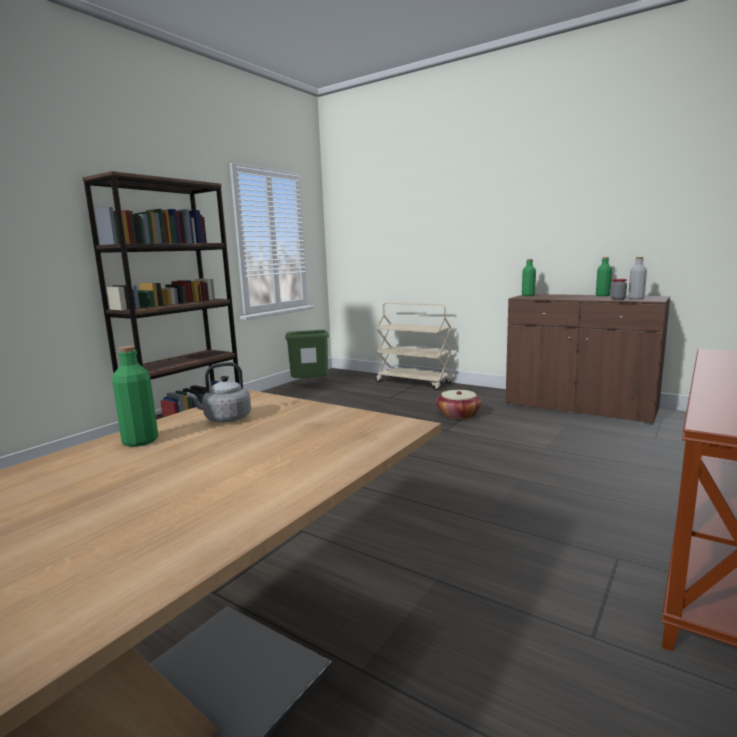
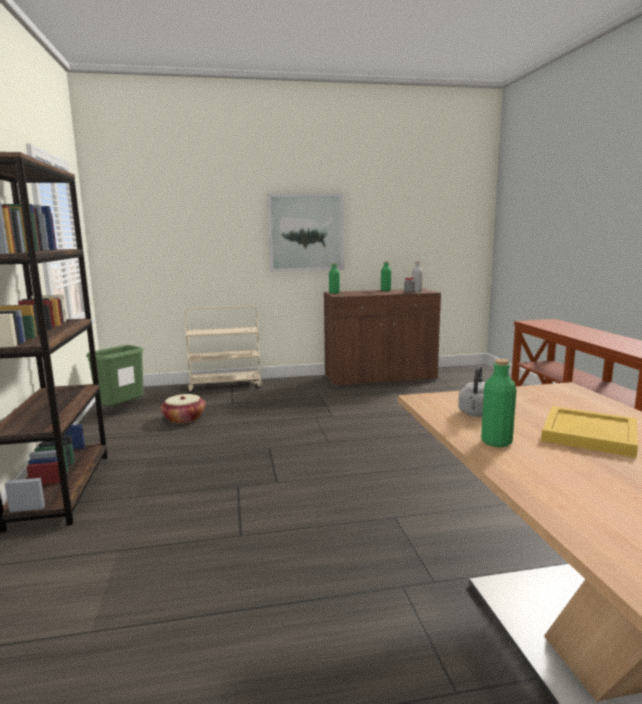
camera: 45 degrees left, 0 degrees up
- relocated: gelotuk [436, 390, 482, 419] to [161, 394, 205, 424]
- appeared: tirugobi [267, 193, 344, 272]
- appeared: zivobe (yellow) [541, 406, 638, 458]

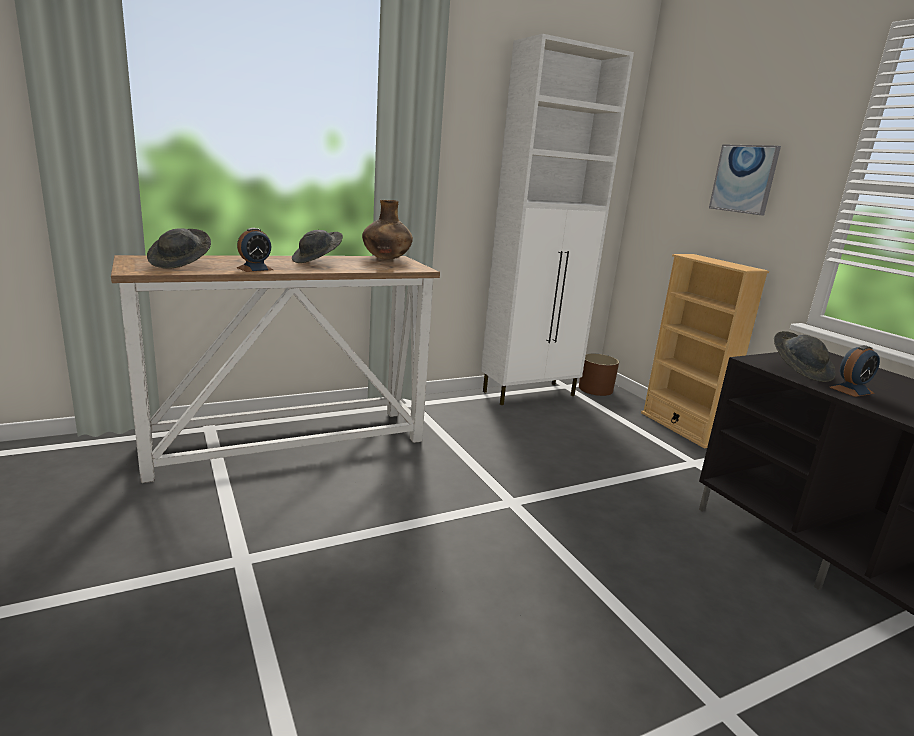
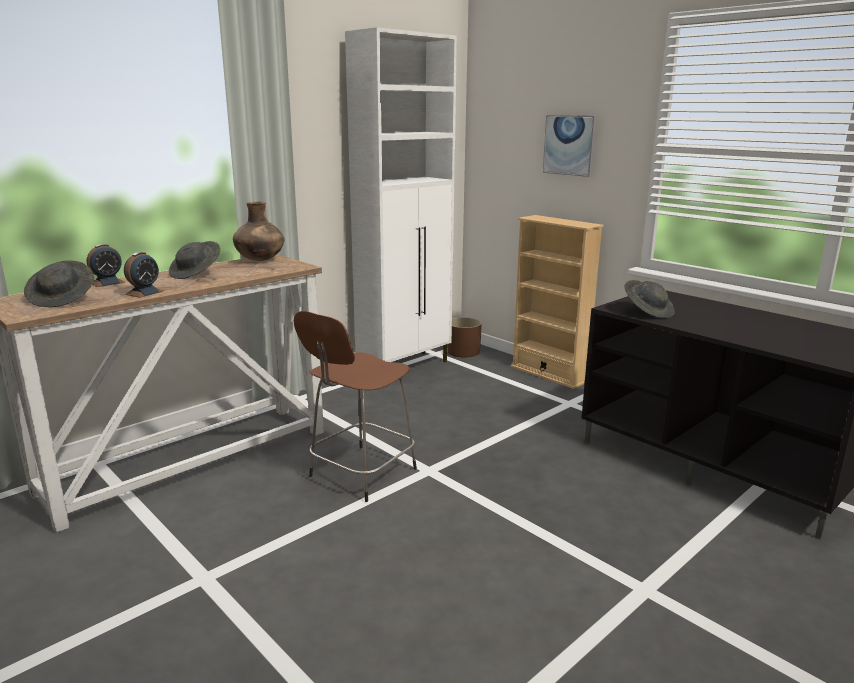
camera: 15 degrees left, 0 degrees up
- relocated: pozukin [829, 345, 880, 397] to [87, 244, 125, 287]
- appeared: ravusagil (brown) [294, 311, 417, 502]

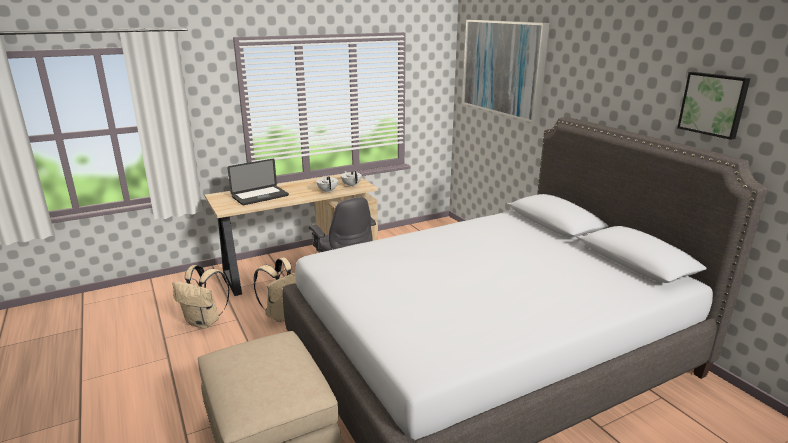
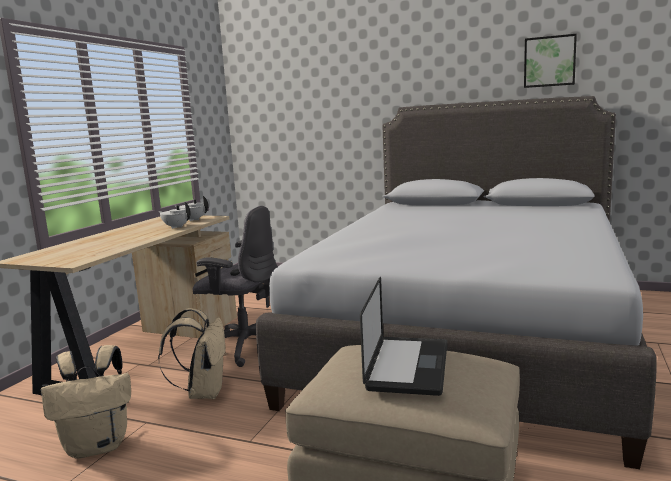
camera: 40 degrees left, 10 degrees down
- missing: tirugobi [462, 20, 549, 123]
- relocated: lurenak [228, 159, 289, 205] to [360, 277, 447, 396]

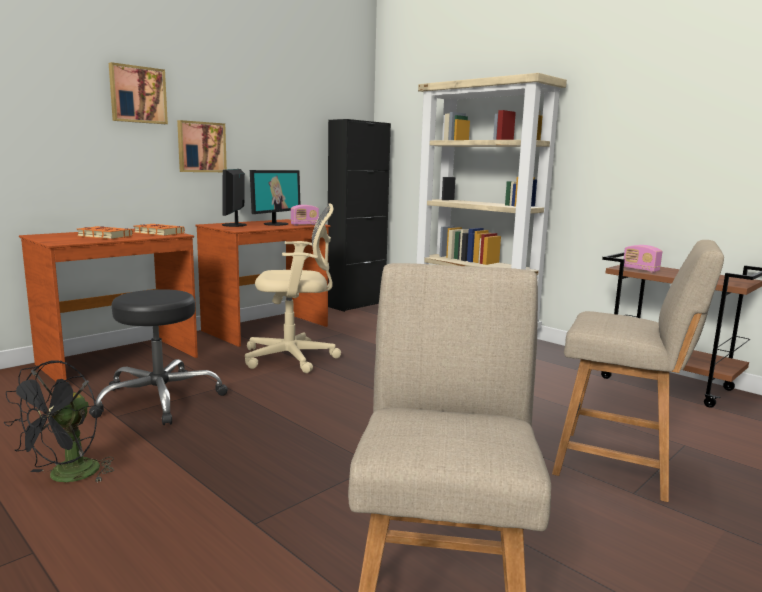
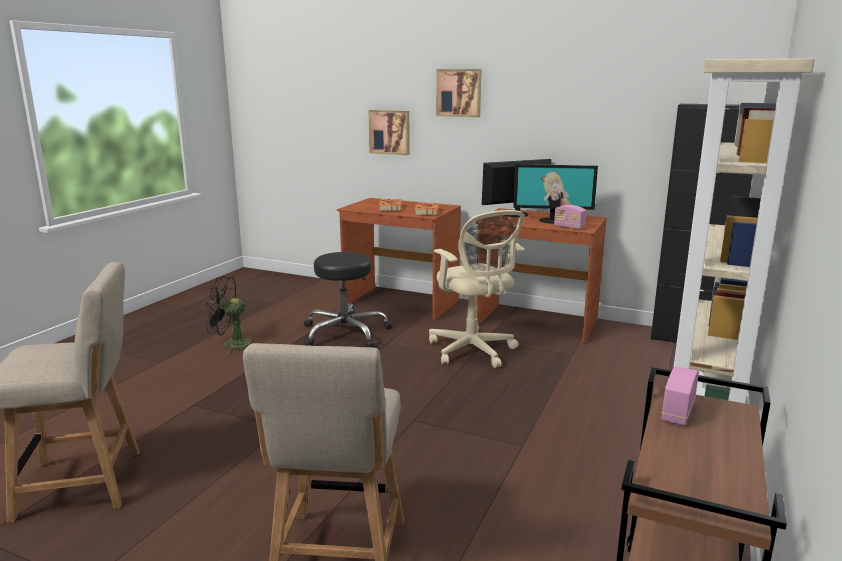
camera: 70 degrees right, 5 degrees up
- relocated: tirugobi [177, 120, 227, 172] to [369, 110, 410, 155]

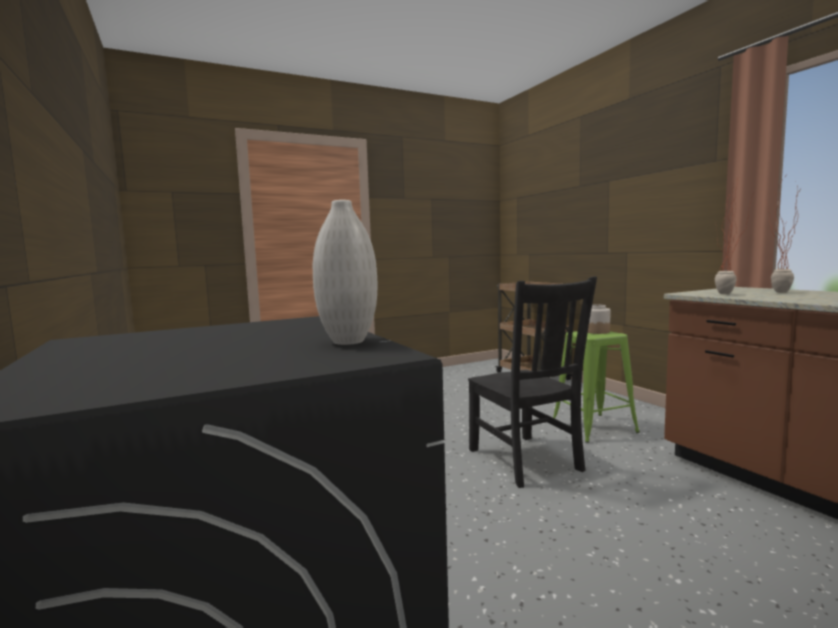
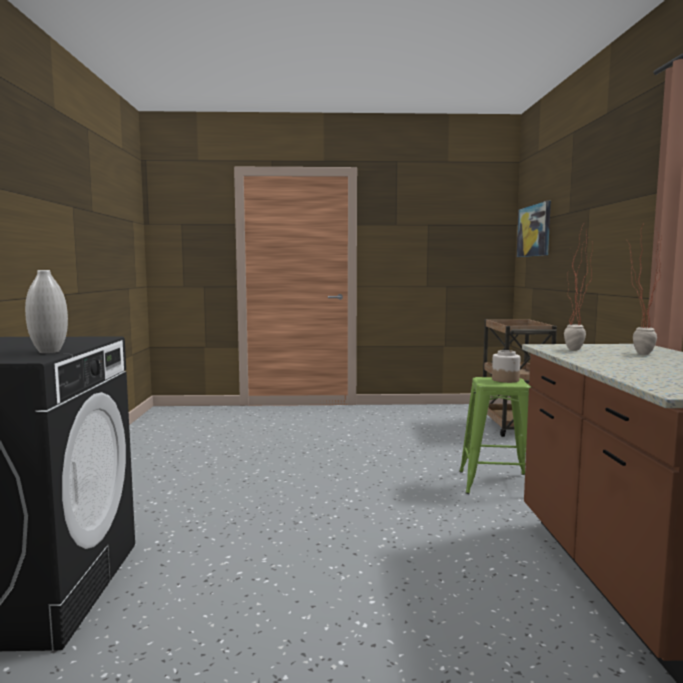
camera: 25 degrees right, 0 degrees up
- missing: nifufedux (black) [468, 276, 597, 488]
- appeared: tirugobi [517, 201, 551, 257]

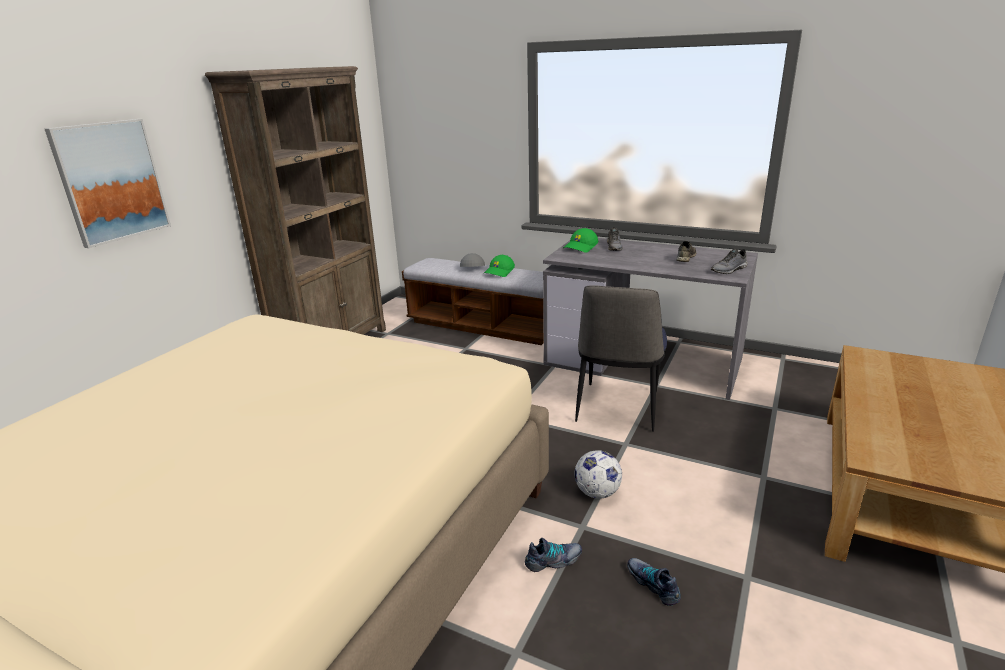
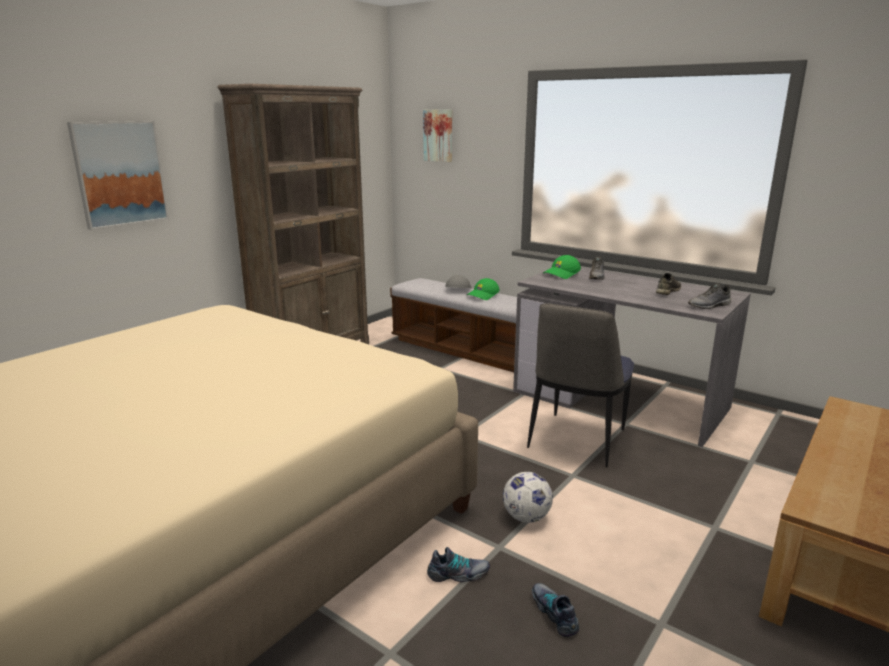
camera: 10 degrees right, 5 degrees down
- appeared: tirugobi [423, 110, 452, 162]

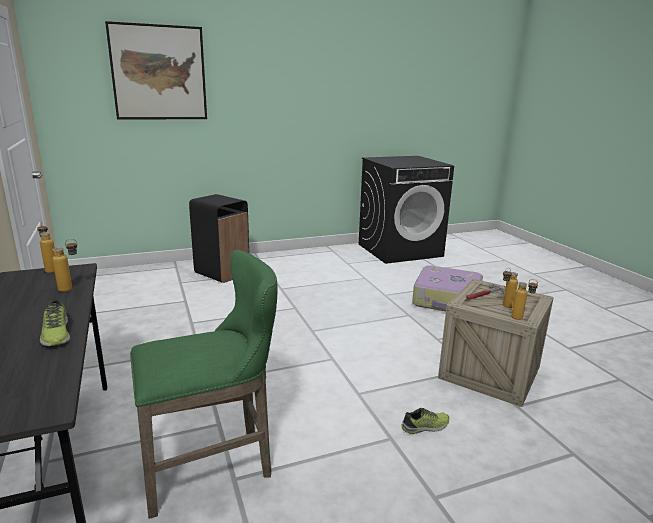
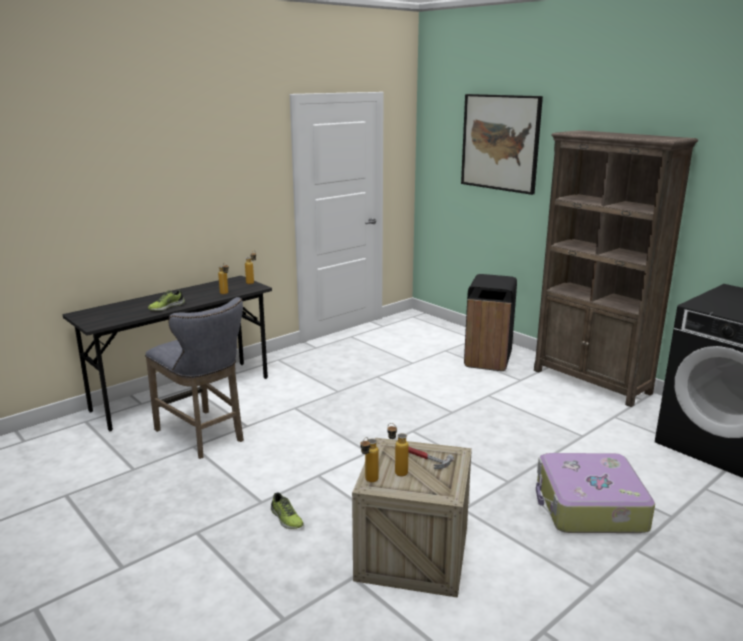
camera: 70 degrees right, 0 degrees up
- colour: ravusagil (green) [130, 250, 278, 519] to ravusagil (grey) [145, 297, 244, 459]
- appeared: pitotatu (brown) [534, 130, 698, 407]

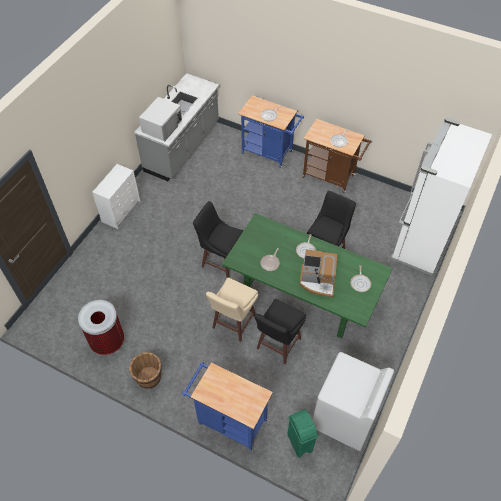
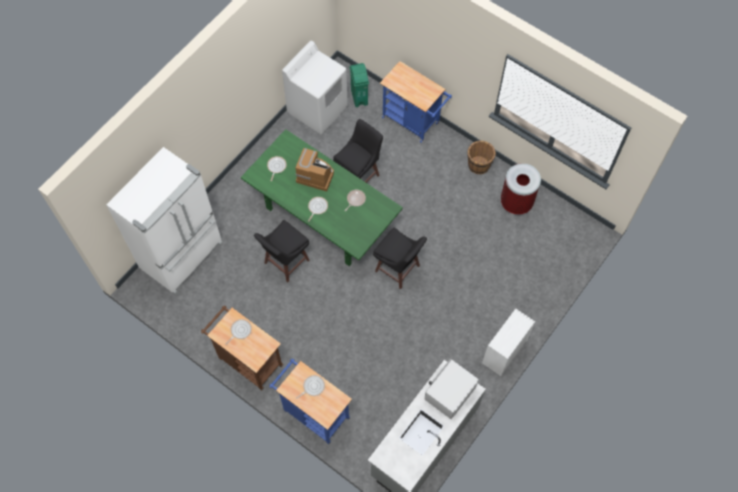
camera: 170 degrees left, 10 degrees up
- missing: ravusagil (beige) [206, 278, 258, 342]

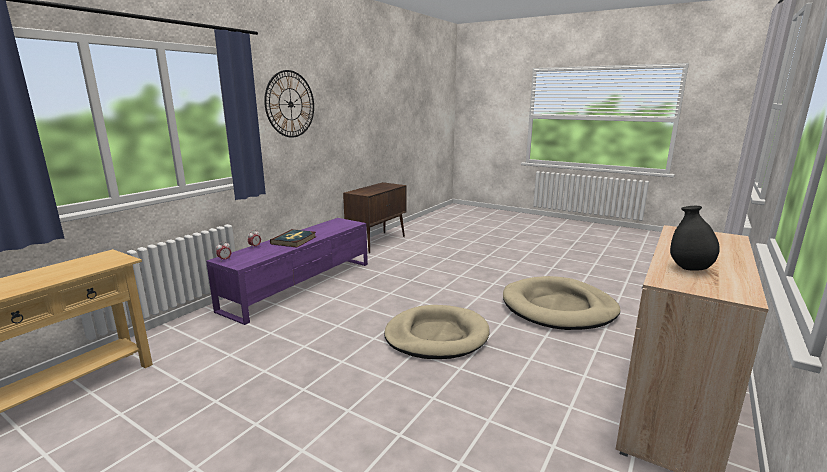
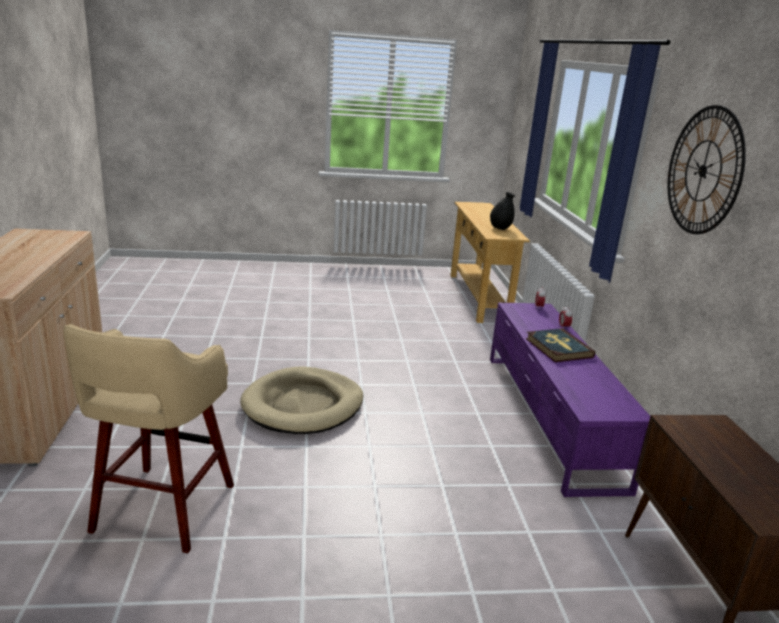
camera: 140 degrees right, 5 degrees up
- relocated: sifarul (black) [670, 206, 720, 271] to [490, 192, 515, 230]
- exchanged: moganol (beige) [503, 276, 620, 330] to ravusagil (beige) [63, 324, 234, 553]

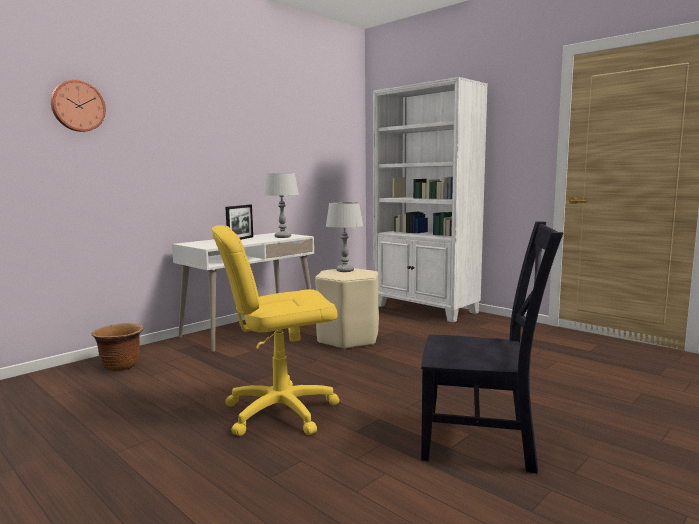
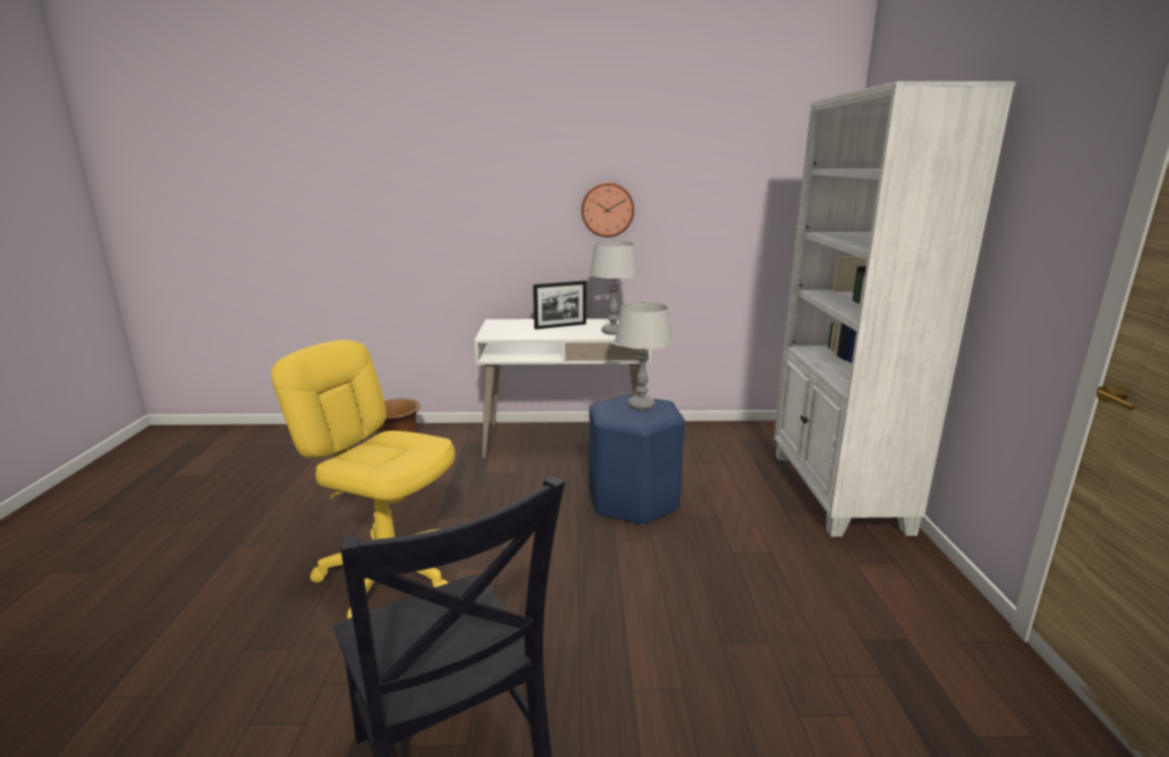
camera: 45 degrees right, 10 degrees up
- relocated: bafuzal [51, 80, 106, 132] to [581, 182, 634, 237]
- colour: ravusagil (beige) [315, 268, 379, 350] to ravusagil (blue) [588, 395, 685, 526]

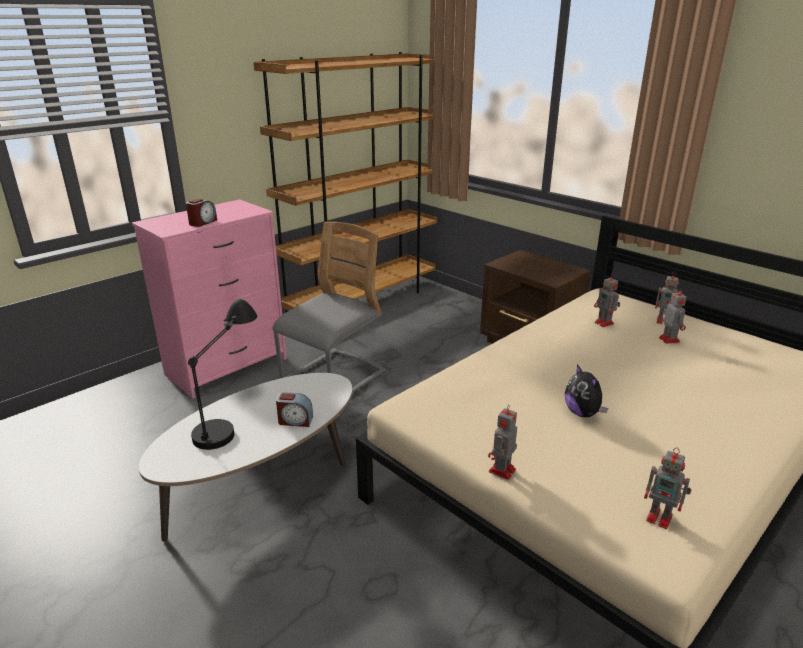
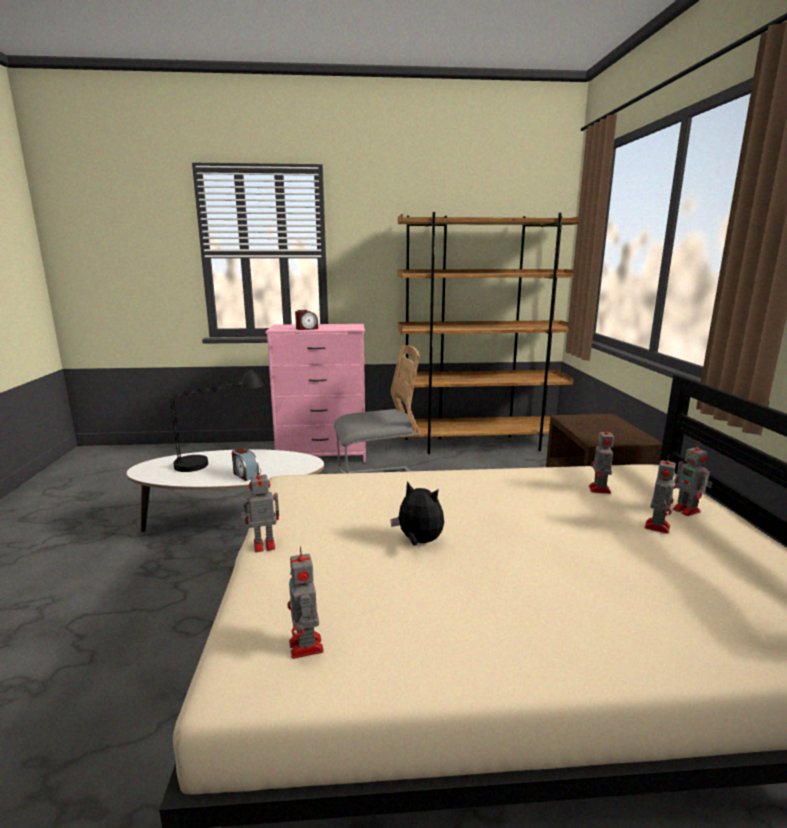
camera: 40 degrees right, 10 degrees down
- spun: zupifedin [565, 364, 608, 417] = [390, 481, 444, 546] 105 degrees clockwise

